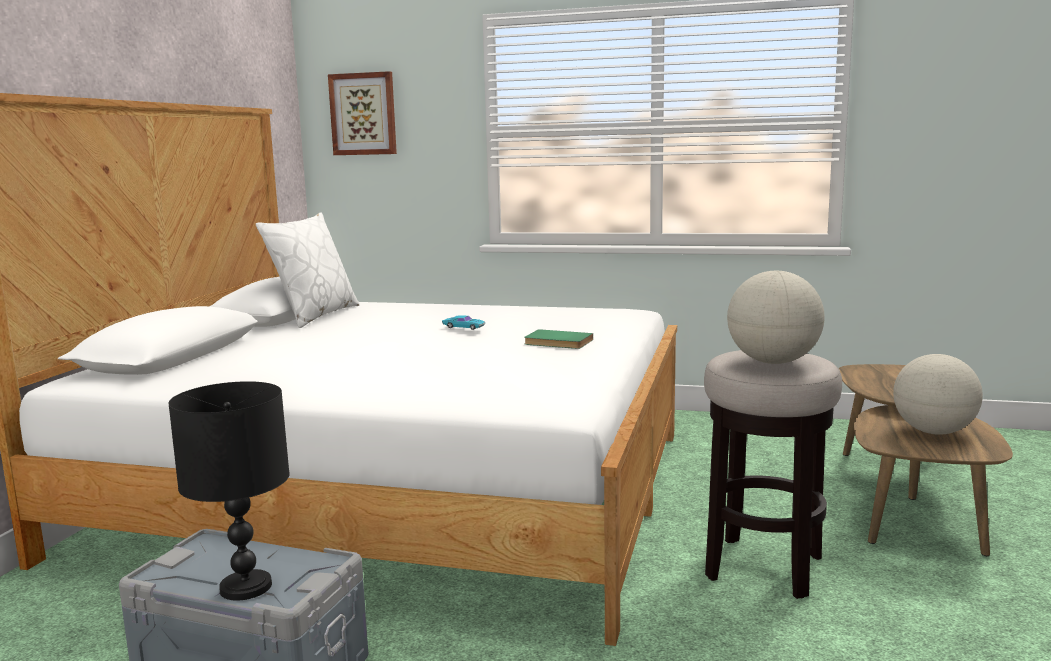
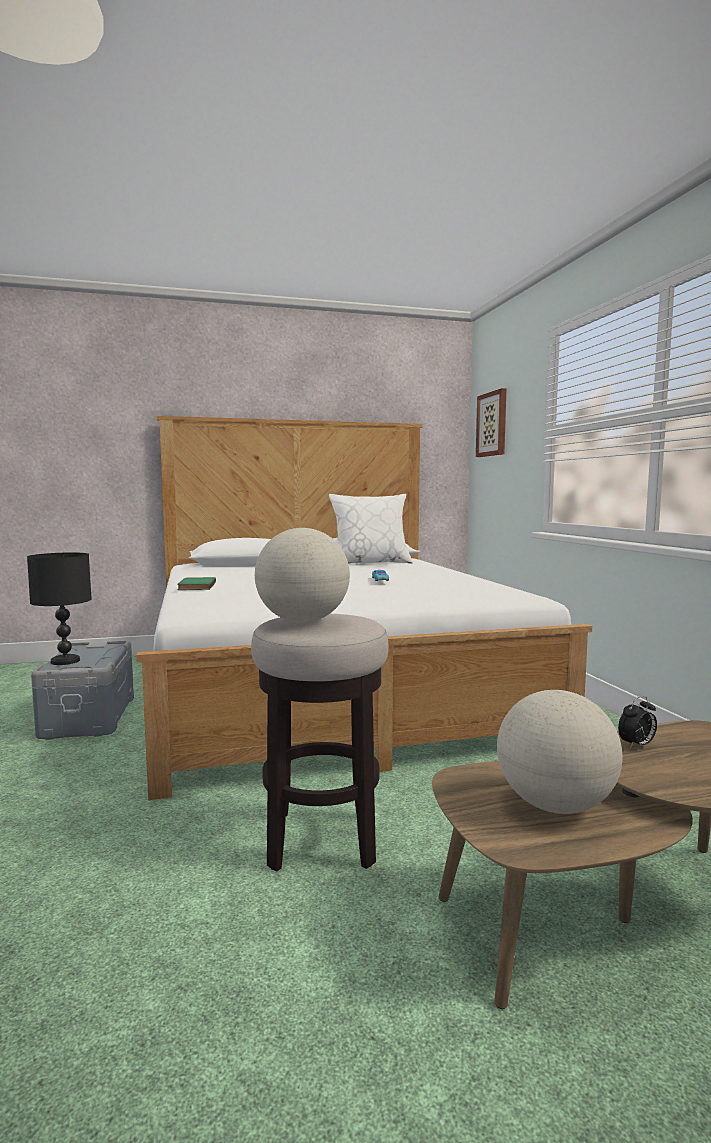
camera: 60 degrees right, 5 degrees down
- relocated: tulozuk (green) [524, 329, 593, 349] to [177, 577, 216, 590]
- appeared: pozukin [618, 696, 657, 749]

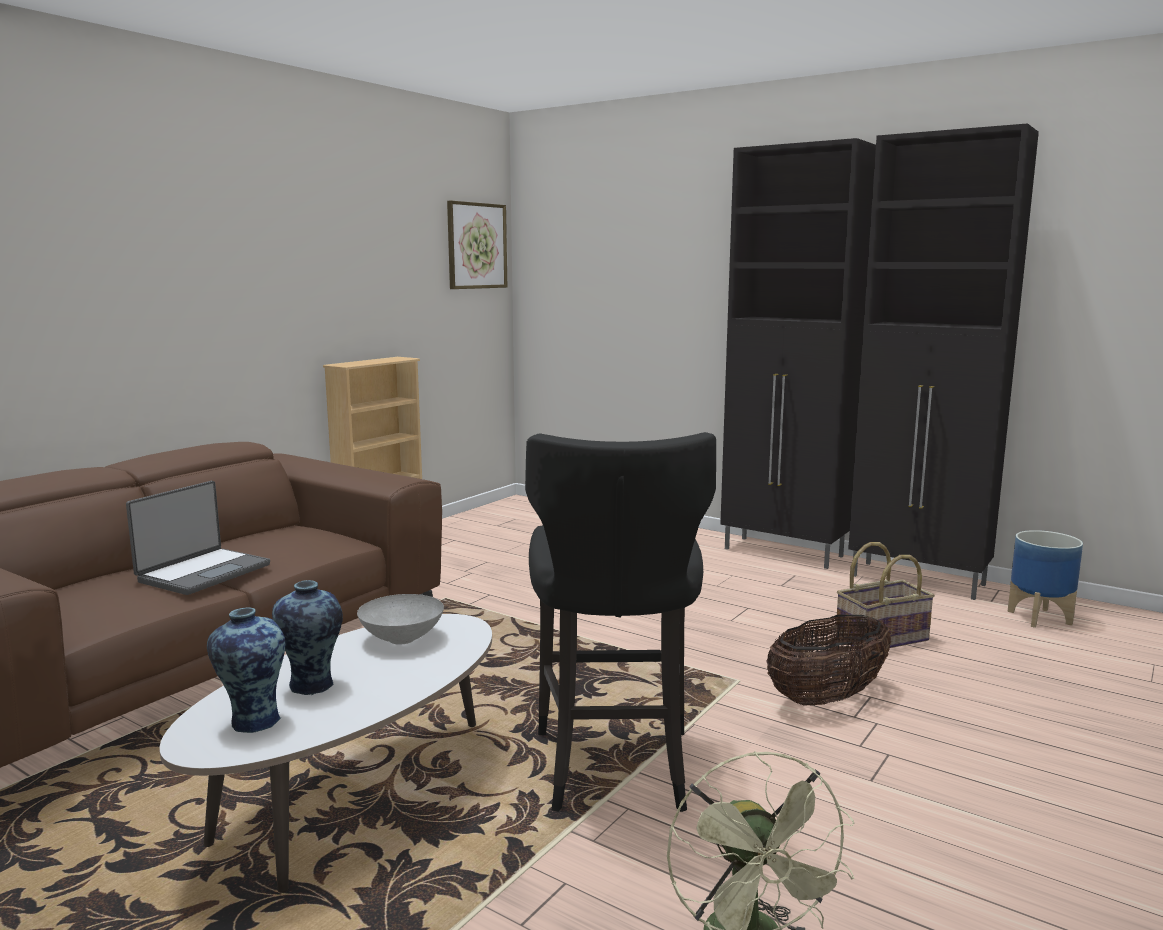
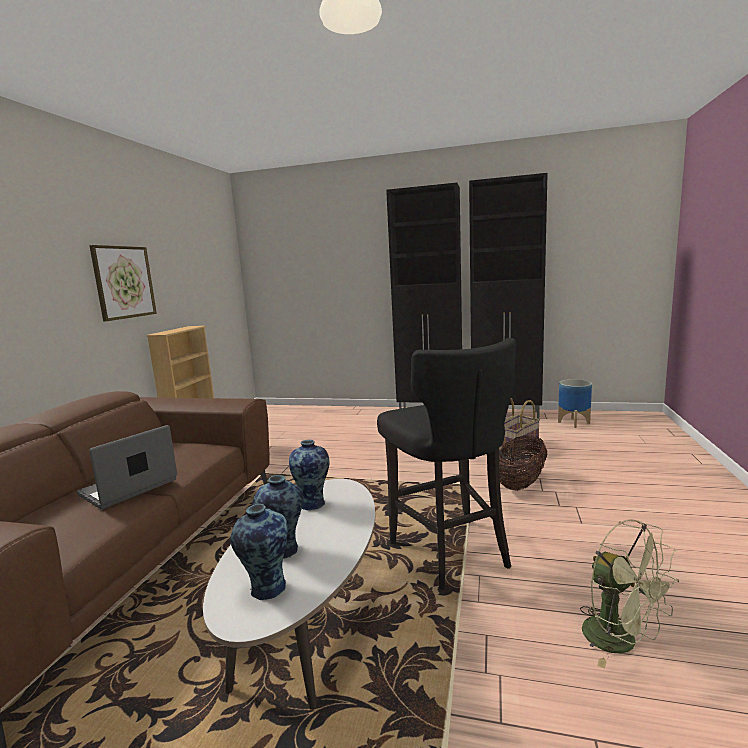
camera: 20 degrees left, 0 degrees up
- relocated: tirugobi [447, 201, 507, 289] to [89, 245, 157, 321]
- spun: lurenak [126, 481, 270, 595] = [77, 425, 177, 510] 150 degrees counterclockwise
- exchanged: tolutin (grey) [357, 594, 444, 645] to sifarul [289, 440, 329, 511]

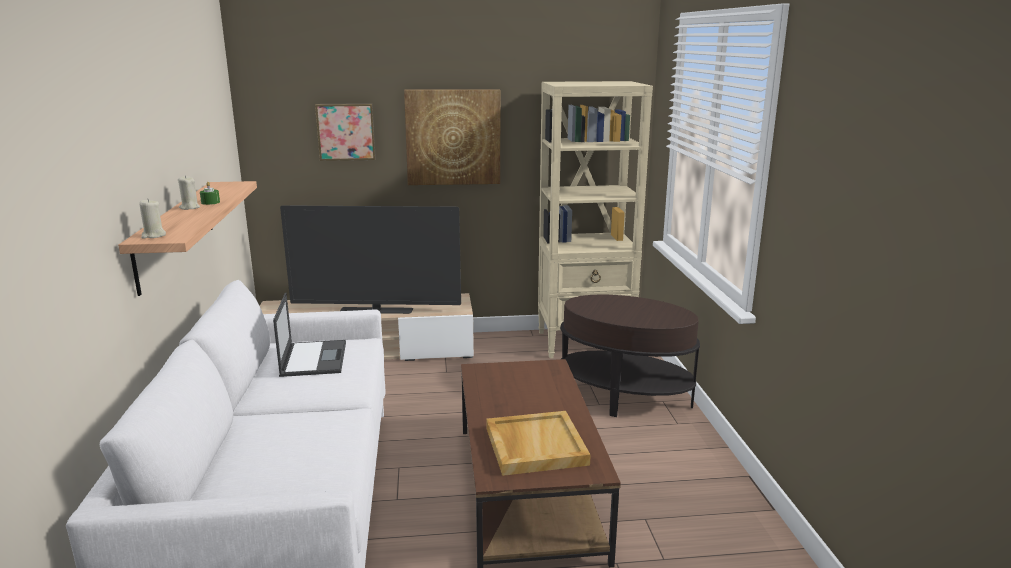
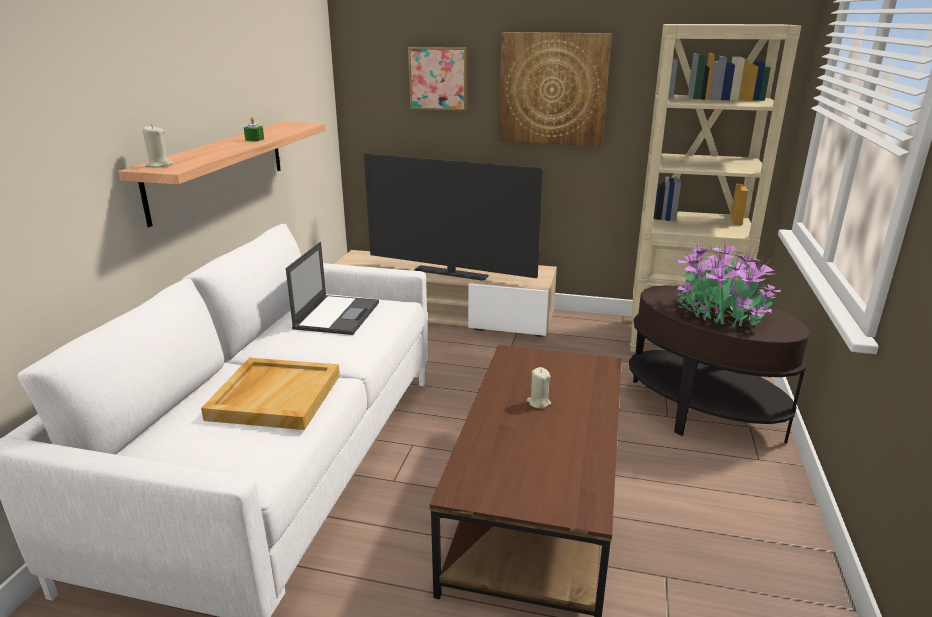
camera: 20 degrees right, 5 degrees up
- relocated: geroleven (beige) [178, 175, 200, 210] to [527, 367, 551, 408]
- relocated: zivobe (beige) [486, 411, 591, 476] to [201, 358, 340, 430]
- appeared: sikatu [677, 241, 781, 329]

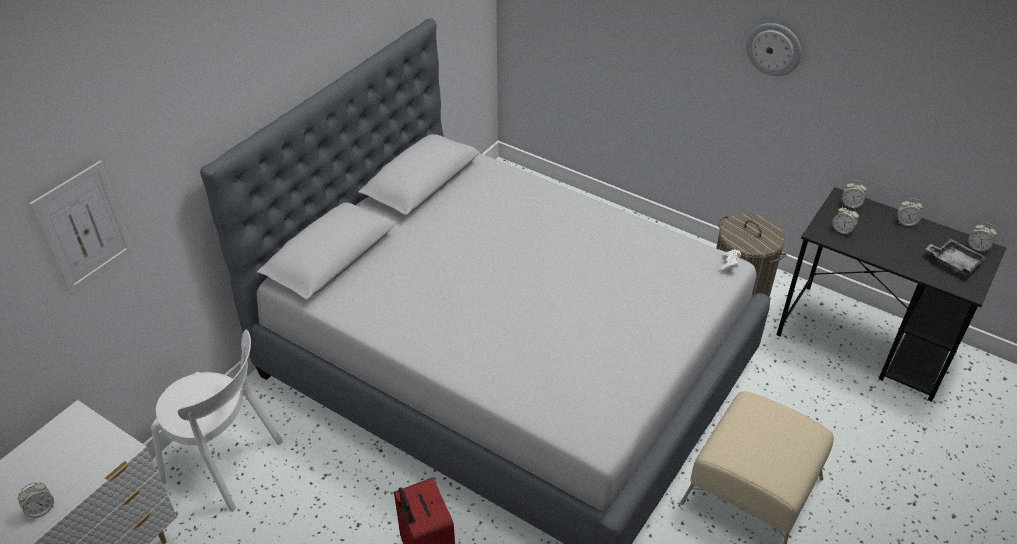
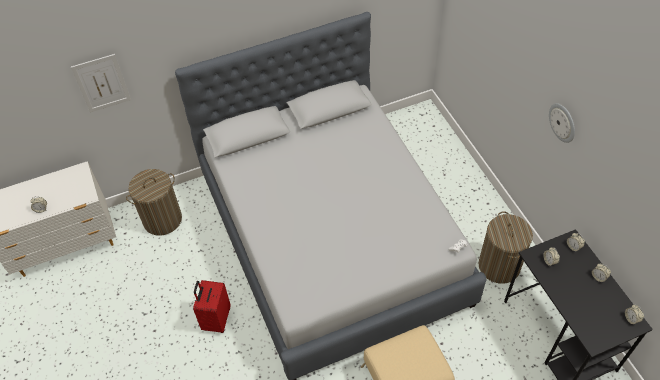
camera: 35 degrees right, 10 degrees up
- missing: zivobe (grey) [926, 239, 985, 276]
- exchanged: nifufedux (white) [151, 330, 283, 512] to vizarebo [126, 169, 182, 236]

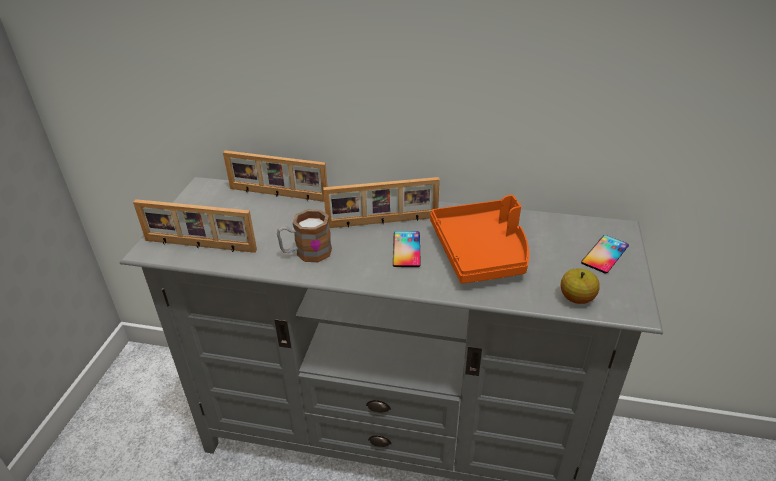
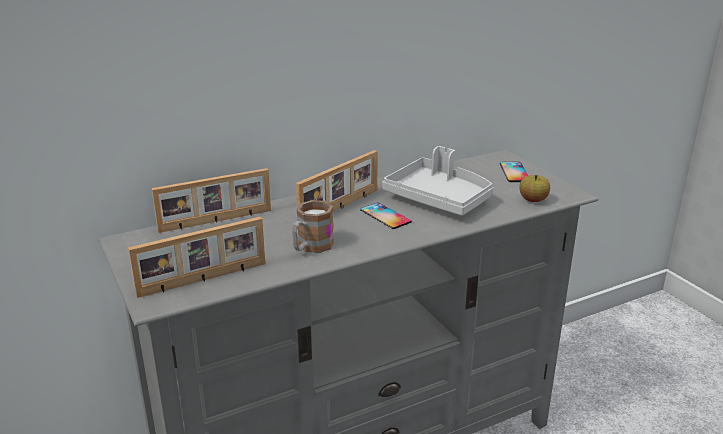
camera: 40 degrees left, 10 degrees down
- colour: zivobe (orange) [430, 195, 529, 284] to zivobe (grey) [382, 146, 494, 216]

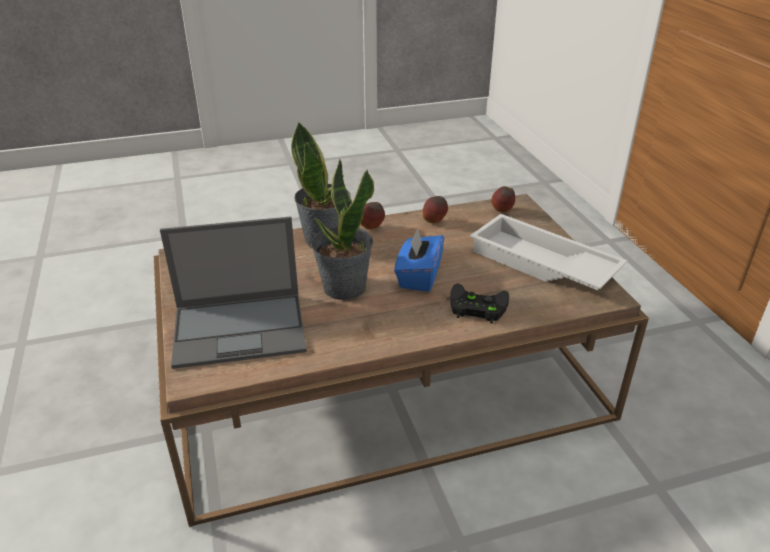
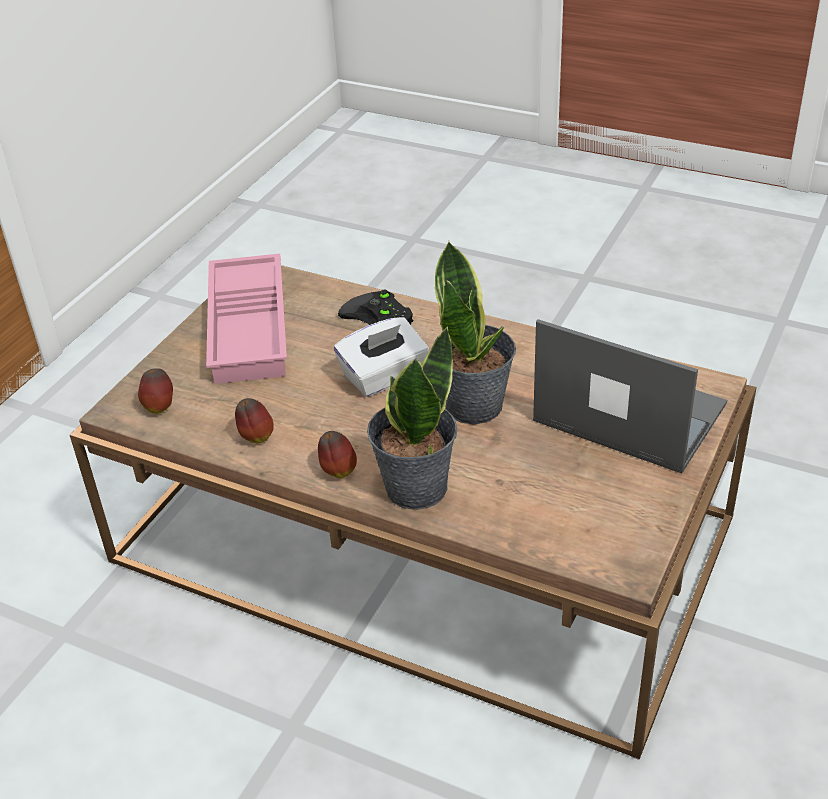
camera: 135 degrees left, 5 degrees up
- colour: zivobe (white) [470, 214, 628, 290] to zivobe (pink) [206, 254, 287, 384]
- colour: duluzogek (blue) [394, 228, 444, 292] to duluzogek (white) [334, 317, 429, 397]

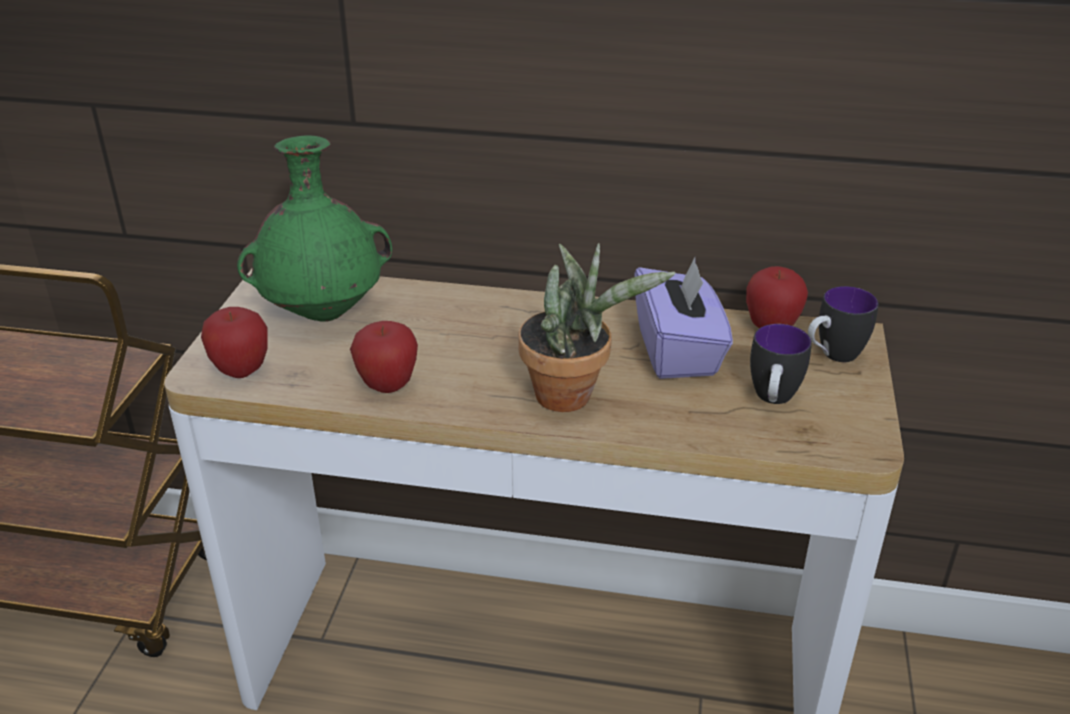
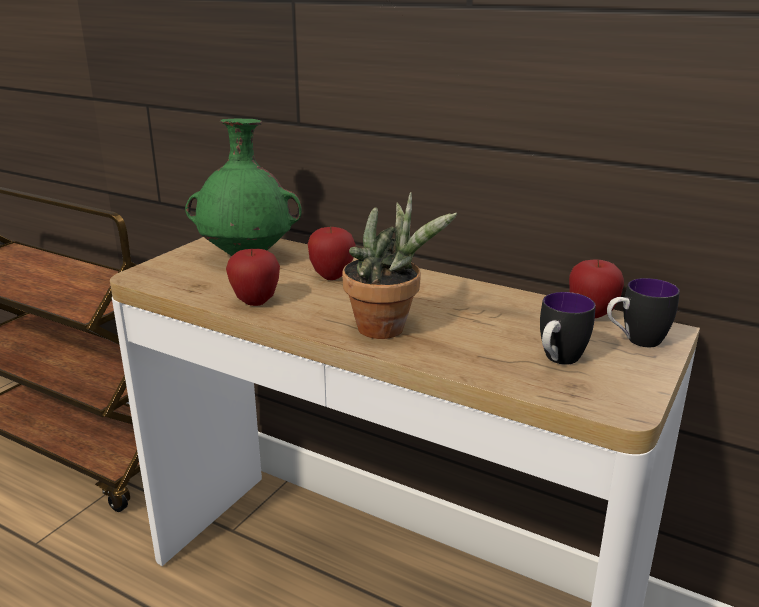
camera: 20 degrees right, 10 degrees down
- missing: duluzogek (purple) [634, 257, 733, 379]
- relocated: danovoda [201, 307, 268, 378] to [308, 227, 356, 280]

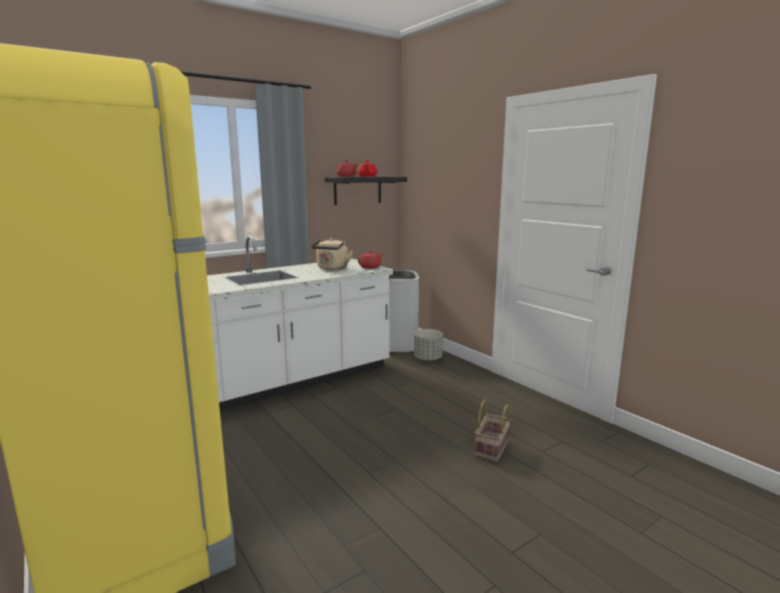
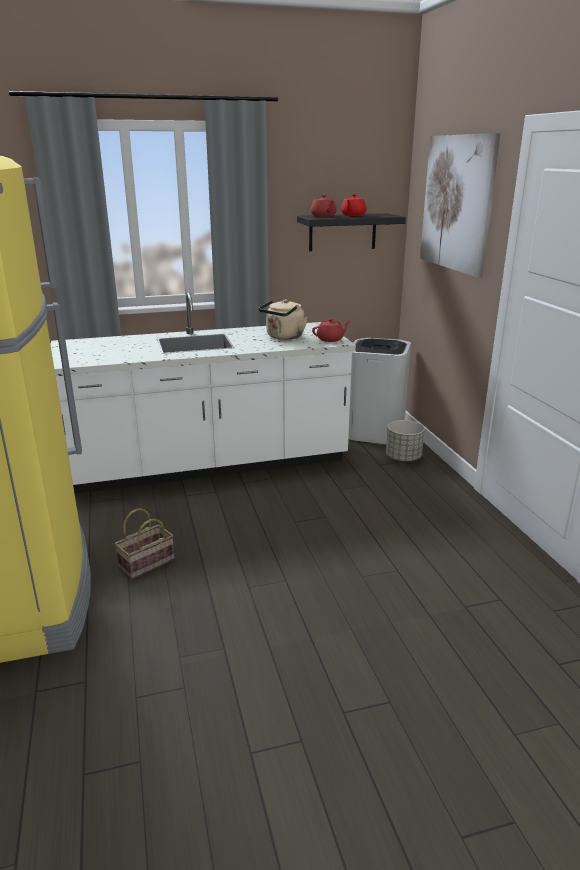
camera: 20 degrees right, 10 degrees up
- relocated: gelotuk [474, 400, 511, 462] to [114, 509, 175, 579]
- appeared: tirugobi [420, 133, 501, 278]

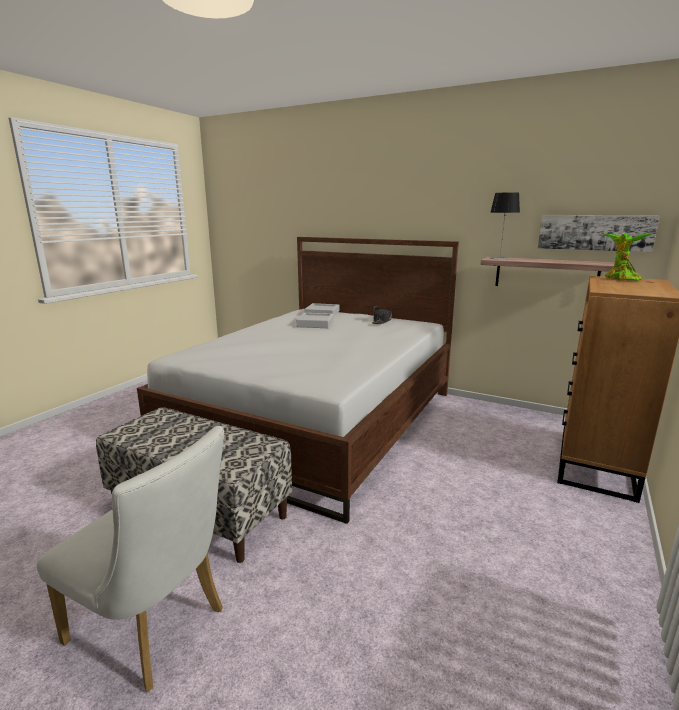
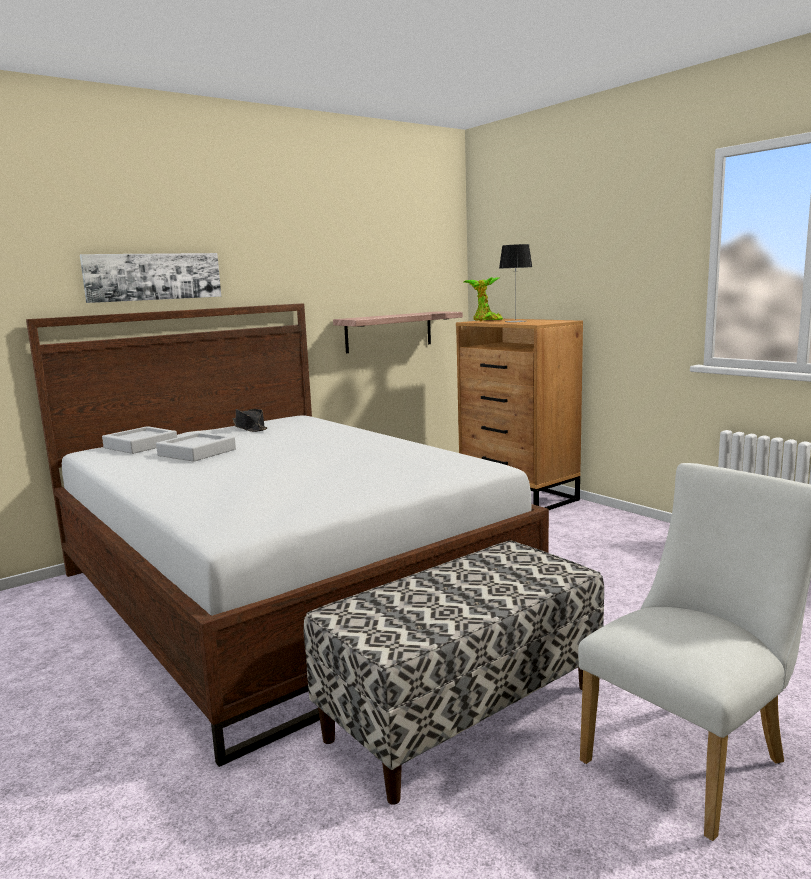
camera: 65 degrees left, 5 degrees down
- relocated: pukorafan [490, 192, 520, 259] to [499, 244, 532, 322]
- relocated: tirugobi [538, 215, 660, 252] to [80, 253, 221, 303]

